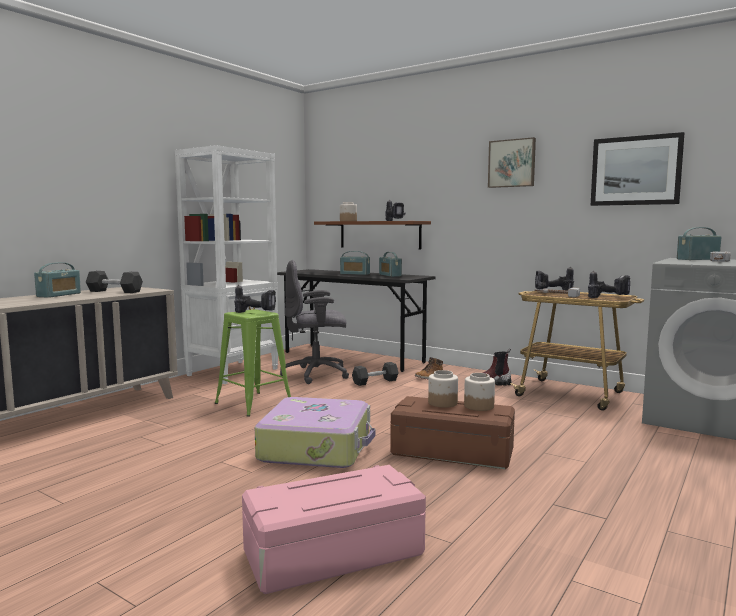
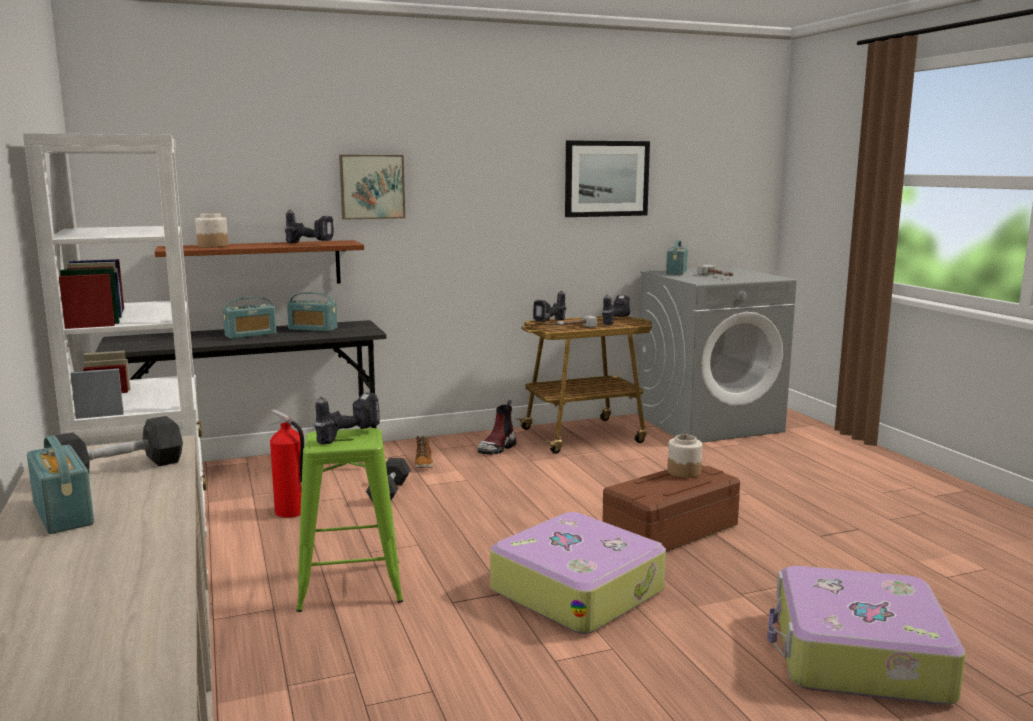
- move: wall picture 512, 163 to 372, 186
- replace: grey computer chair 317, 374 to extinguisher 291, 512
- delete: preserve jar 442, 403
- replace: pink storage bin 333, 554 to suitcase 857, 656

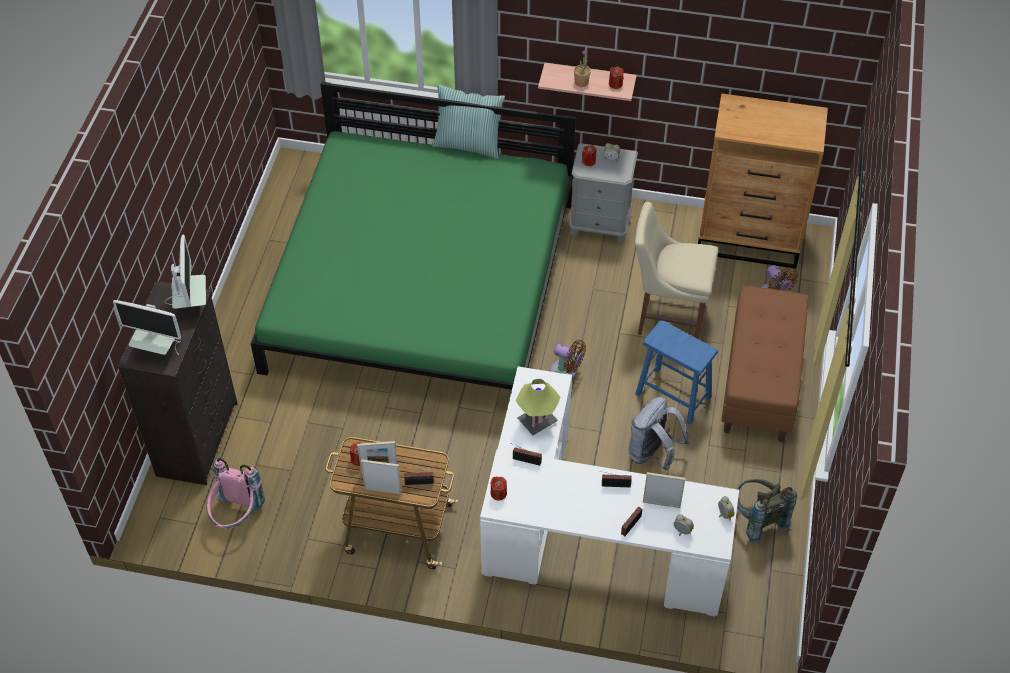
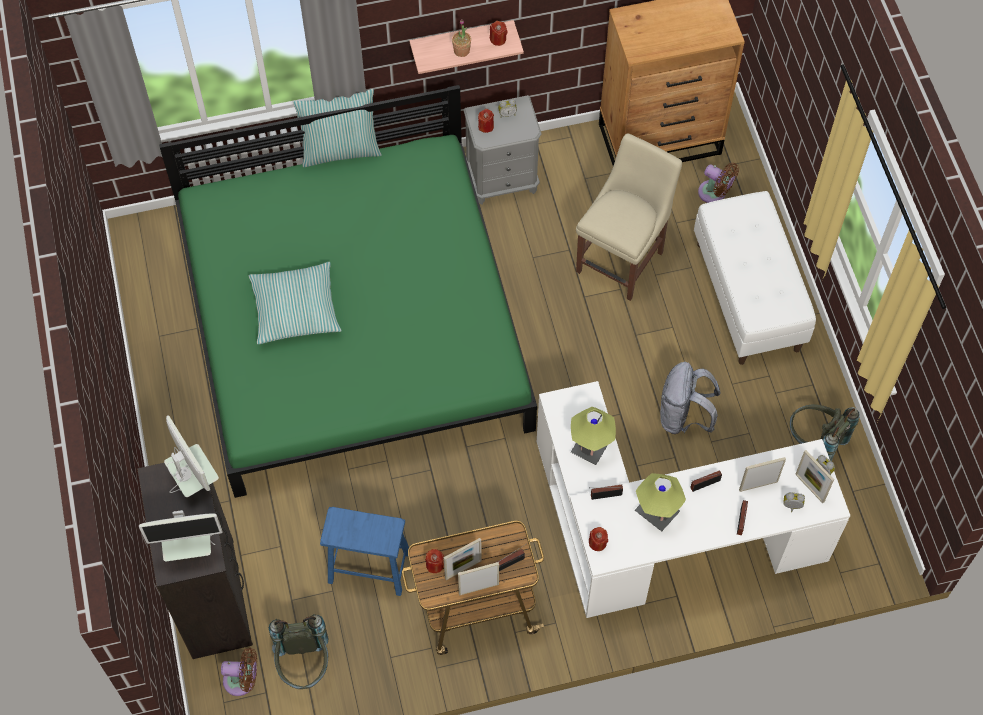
- rotate: sand-coloured chair 667, 316 = 622, 259 135 degrees clockwise
- recolor: brown bench 760, 383 to white-coloured bench 748, 296
- move: bluish sitting stool 673, 395 to 369, 566
- move: brown cooling fan 566, 372 to 242, 681
- recolor: pink backpack 236, 516 to grey backpack 304, 665
- insert: throw pillow 295, 309
- insert: picture frame 809, 488
- insert: table lamp 657, 512

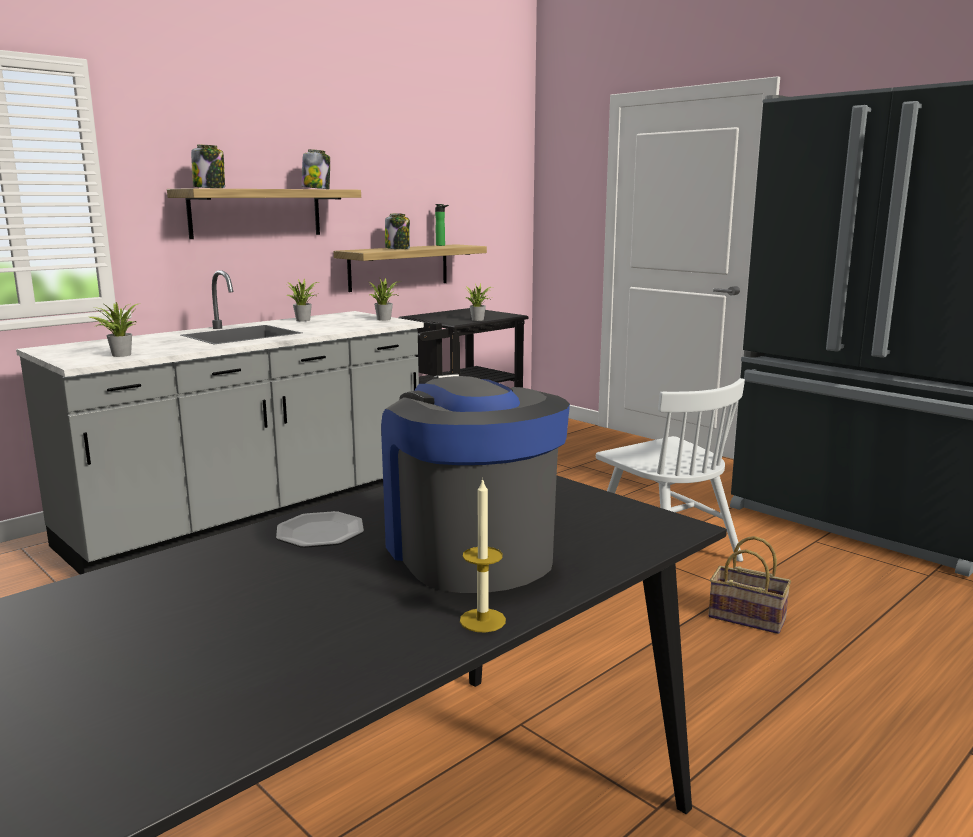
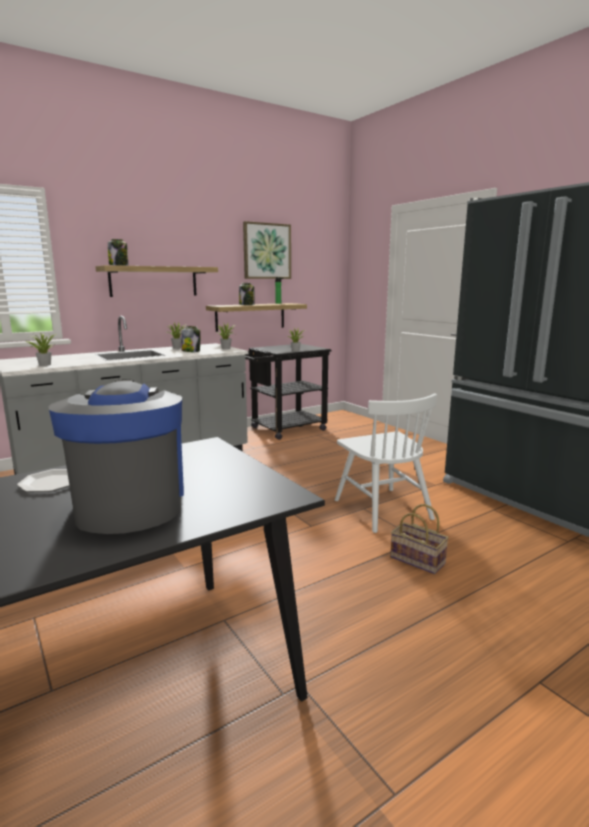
- move: preserve jar 316, 189 to 191, 351
- delete: wax light 482, 620
- insert: wall picture 267, 251

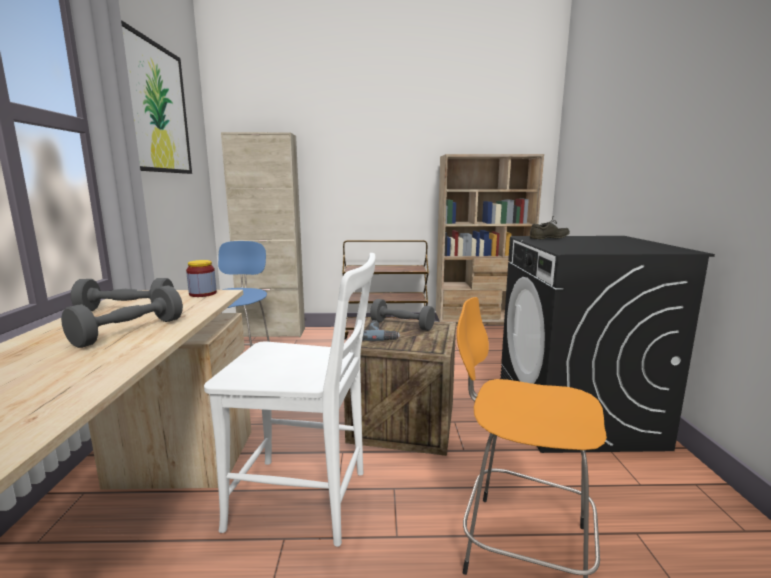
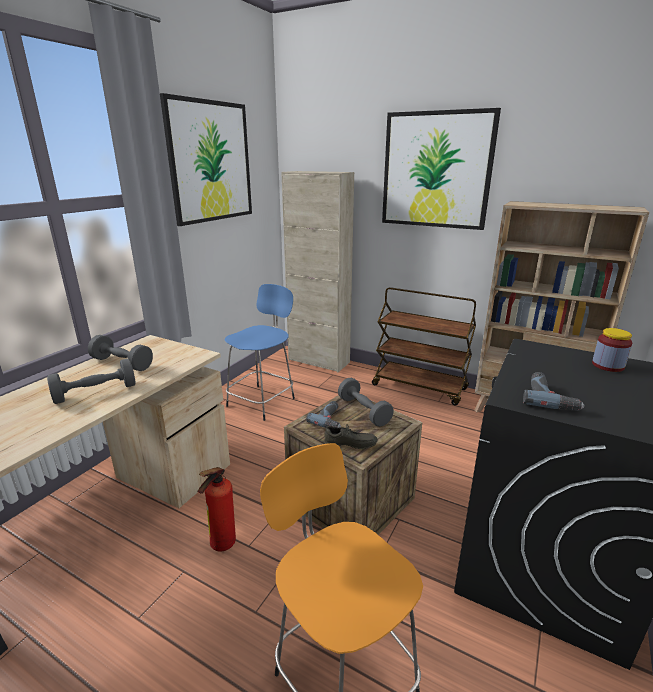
- move: grey shoe 550, 238 to 350, 444
- replace: white-coloured chair 306, 500 to extinguisher 220, 546
- move: preserve jar 203, 294 to 607, 365
- insert: wall picture 436, 170
- insert: power drill 549, 397

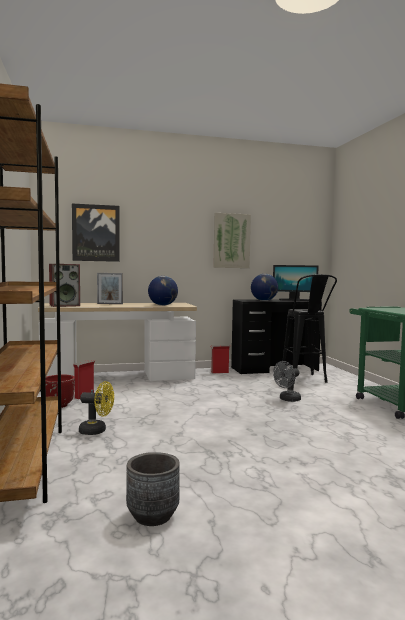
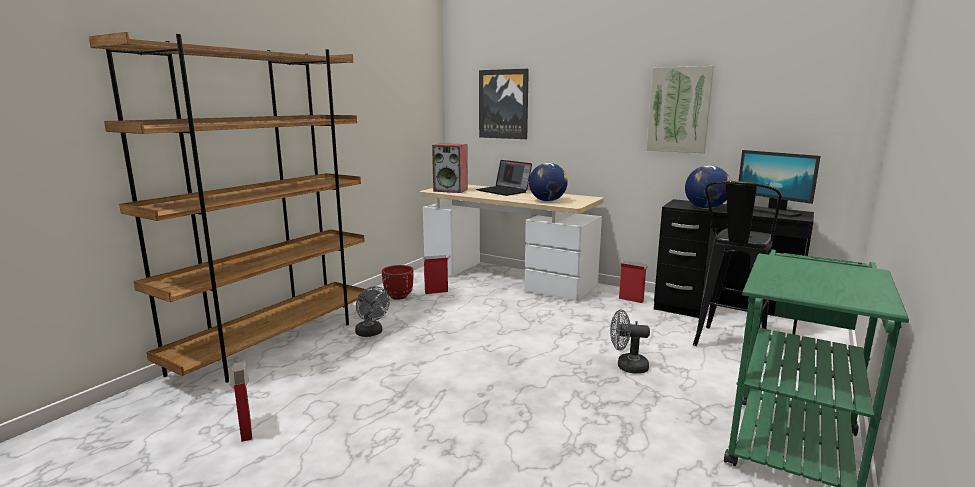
- replace: picture frame 110, 304 to notebook computer 504, 191
- recolor: yellow-coloured cooling fan 97, 431 to grey cooling fan 371, 333
- replace: grey flower pot 153, 515 to cardboard box 246, 429

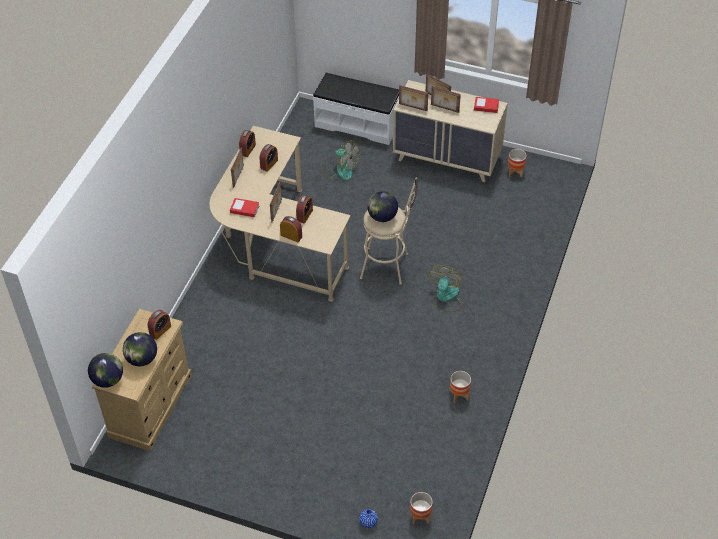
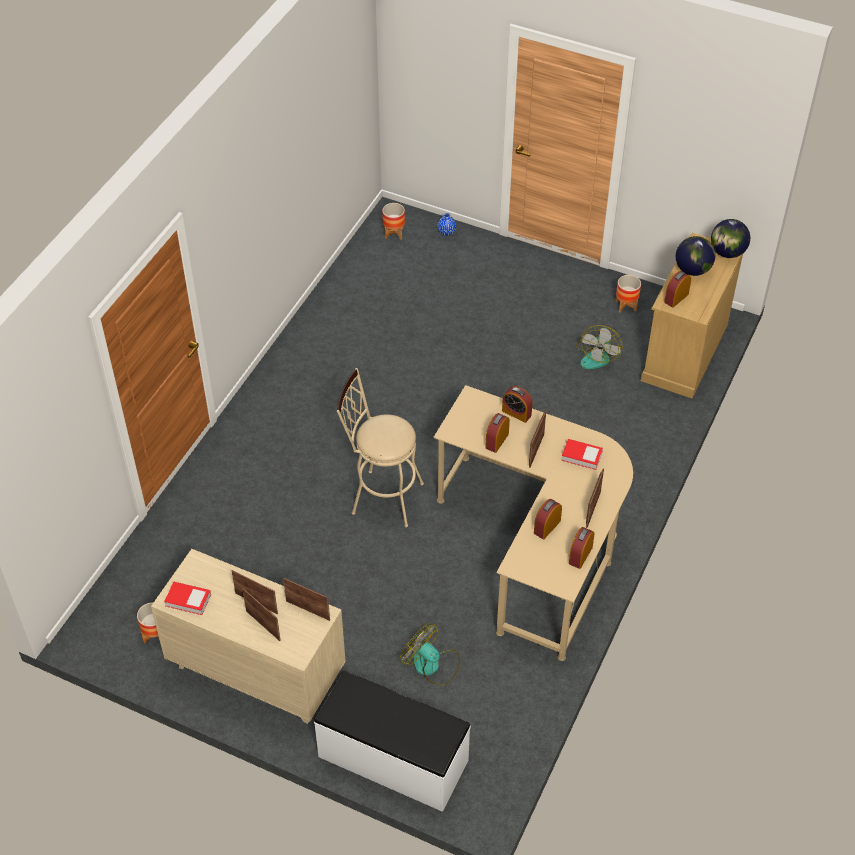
- delete: desk globe 382, 217
- move: cooling fan 446, 298 to 597, 355
- move: flower pot 459, 395 to 626, 305

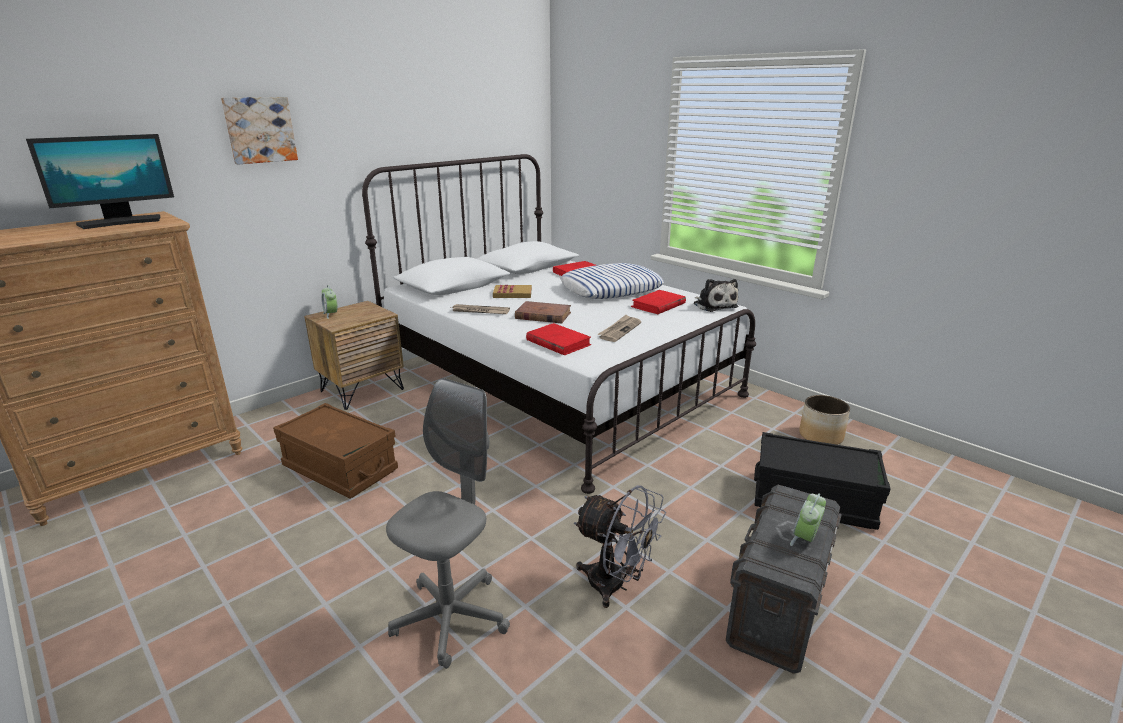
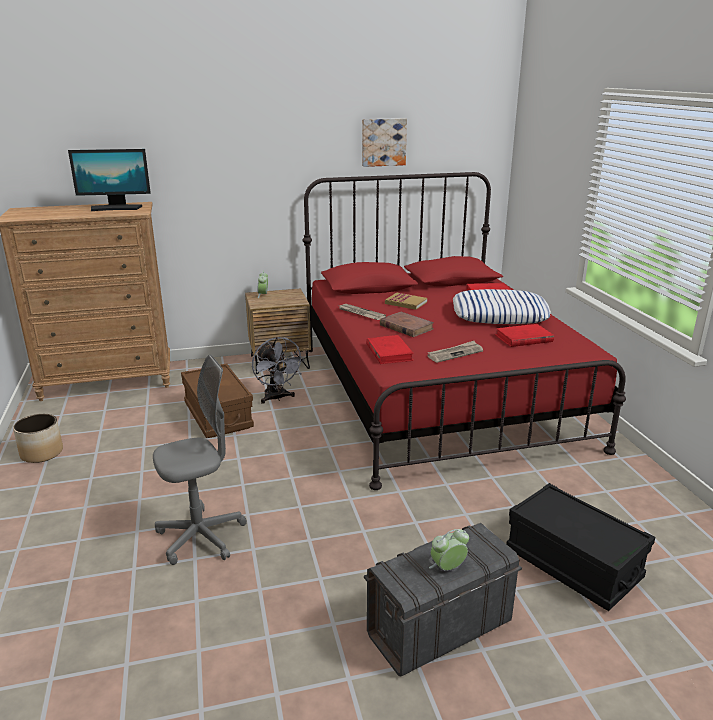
- move: wall picture 259, 130 to 383, 142
- recolor: white-coloured sleeping bed 557, 383 to red sleeping bed 437, 394
- delete: soft toy 714, 305
- move: flower pot 821, 436 to 42, 453
- move: grey cooling fan 616, 585 to 277, 398

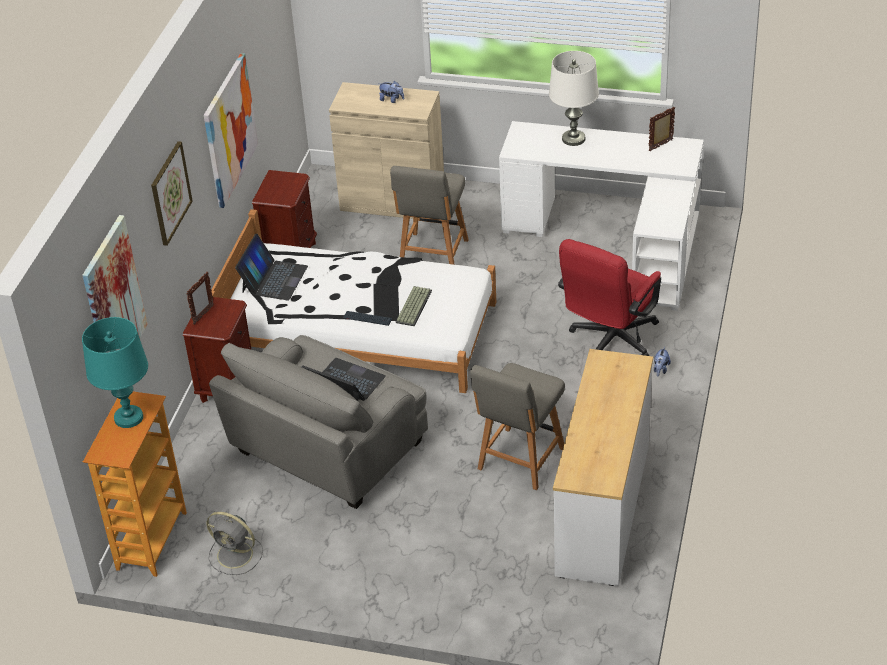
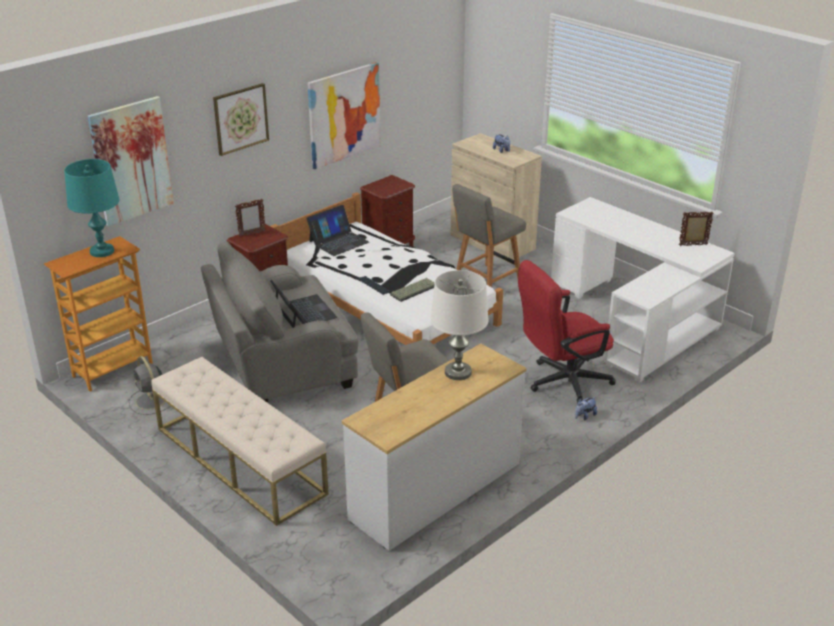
- move: white-coloured table lamp 573, 139 to 458, 372
- insert: sand-coloured bench 239, 460

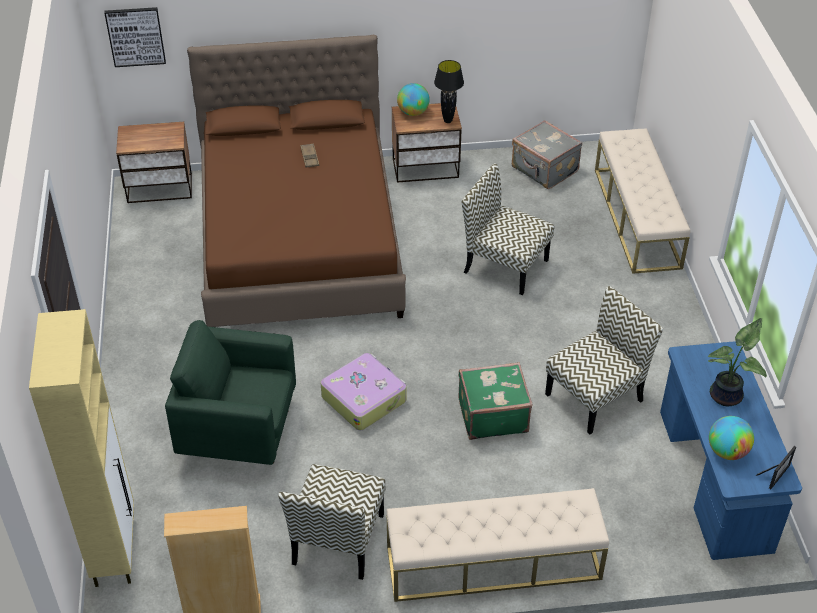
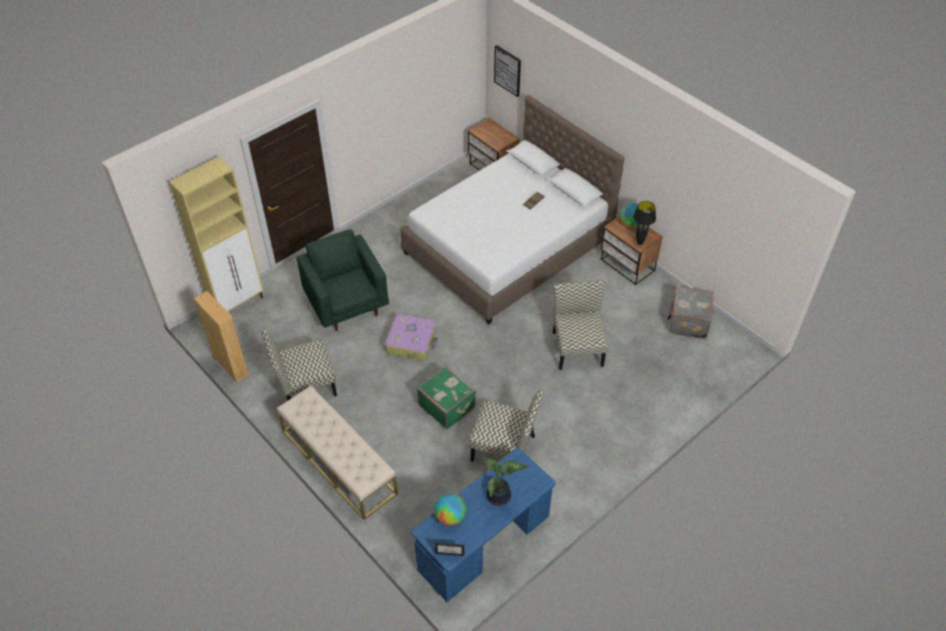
- recolor: brown sleeping bed 300, 241 to white-coloured sleeping bed 508, 246
- delete: sand-coloured bench 637, 218

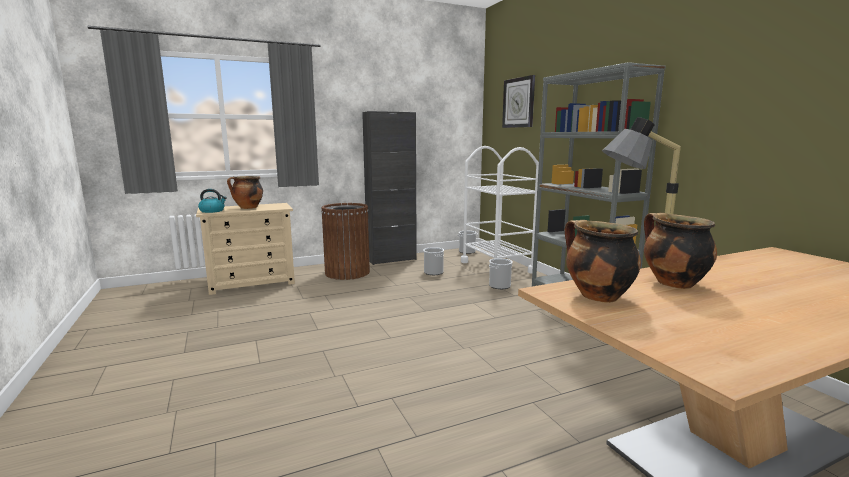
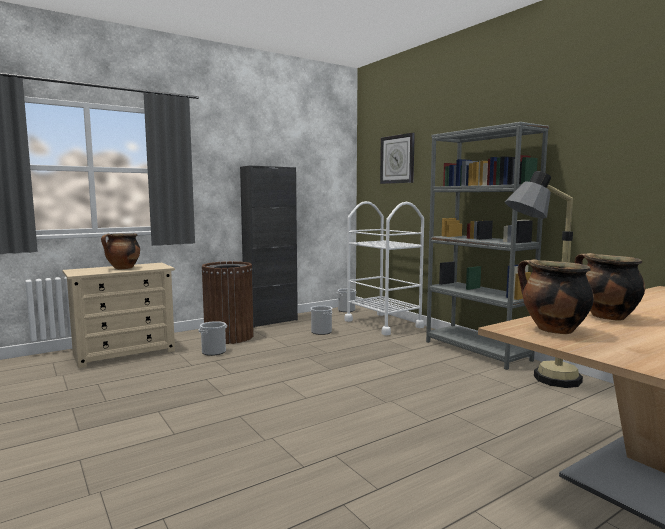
- delete: tea kettle 212, 211
- move: bucket 499, 286 to 214, 352

